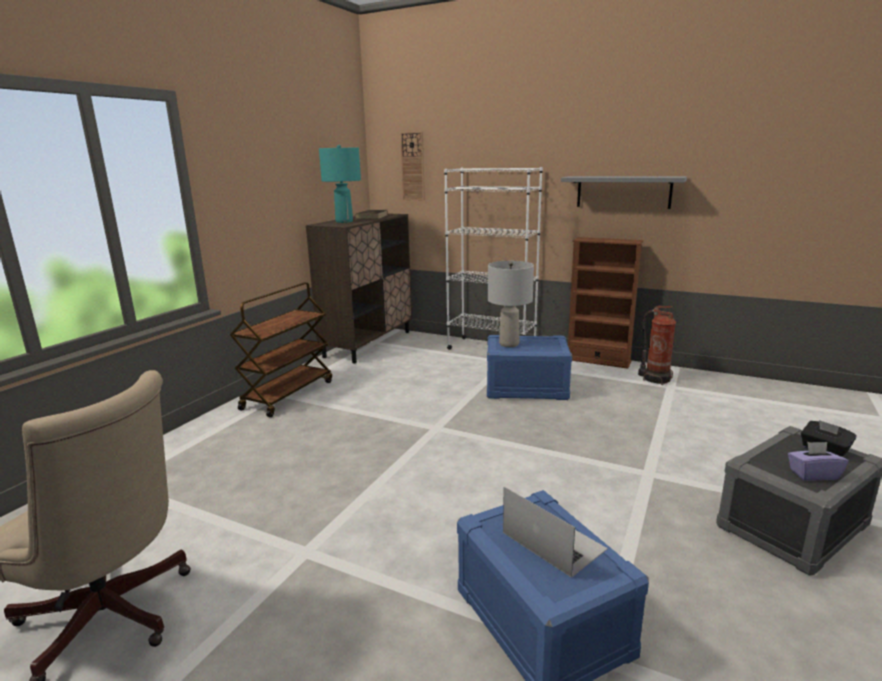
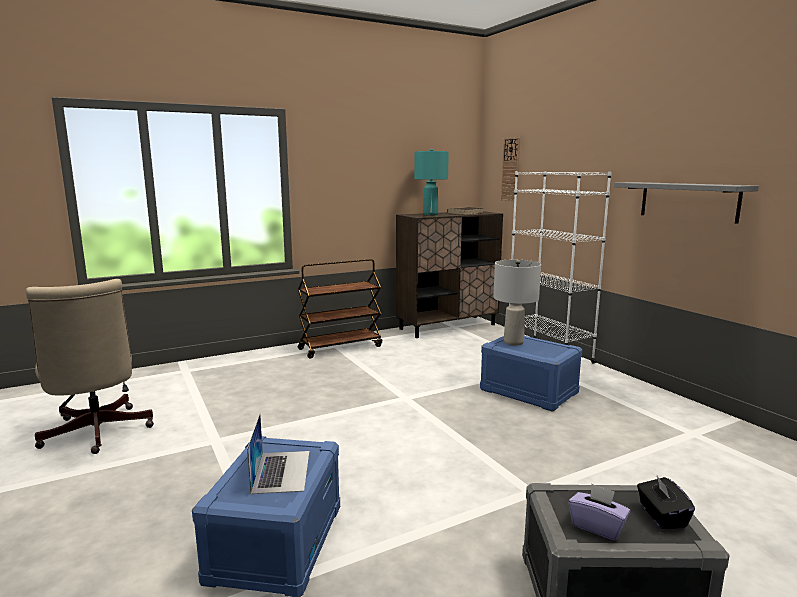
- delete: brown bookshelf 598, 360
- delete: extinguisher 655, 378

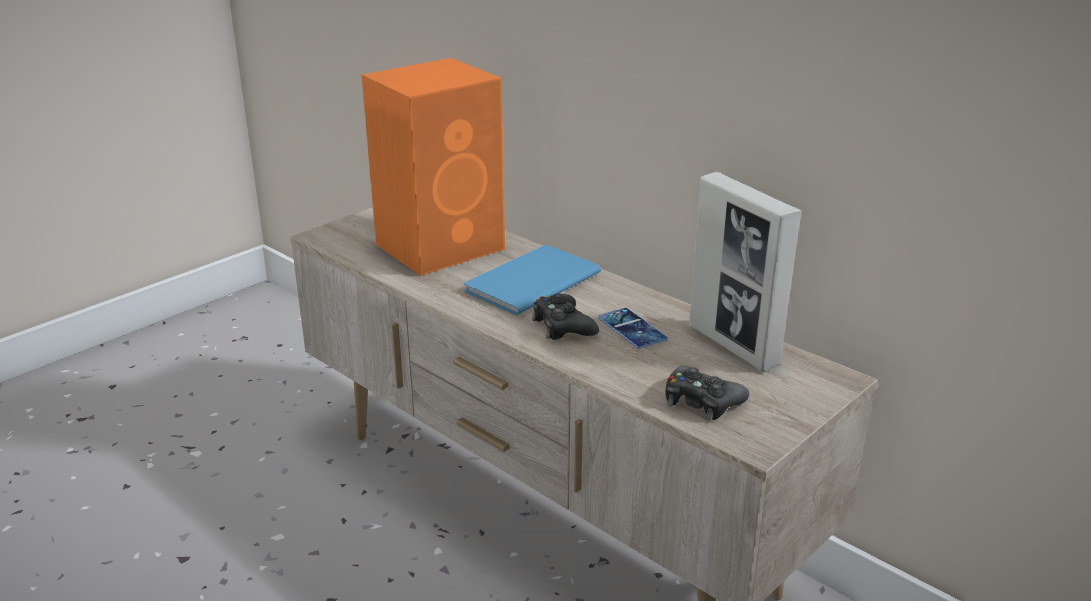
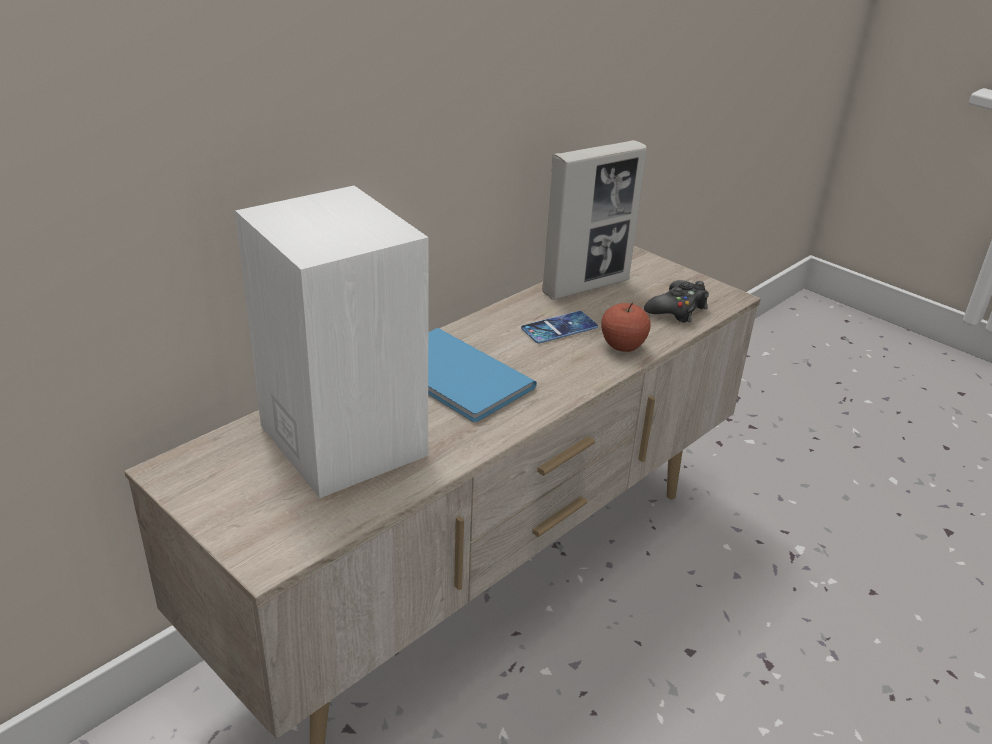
- recolor: orange loudspeaker 442, 246 to white-coloured loudspeaker 341, 438
- delete: black game controller 562, 326
- insert: apple fruit 622, 346

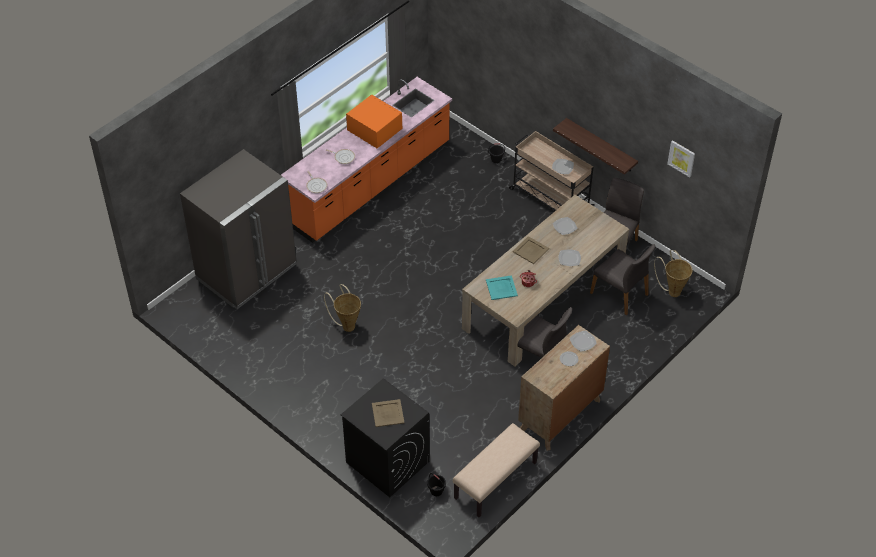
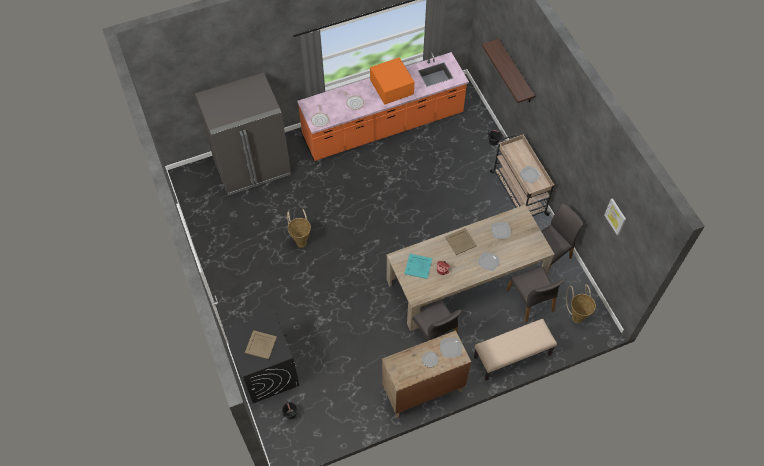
- move: shelf 601, 145 to 515, 72
- move: sand-coloured bench 495, 481 to 512, 356

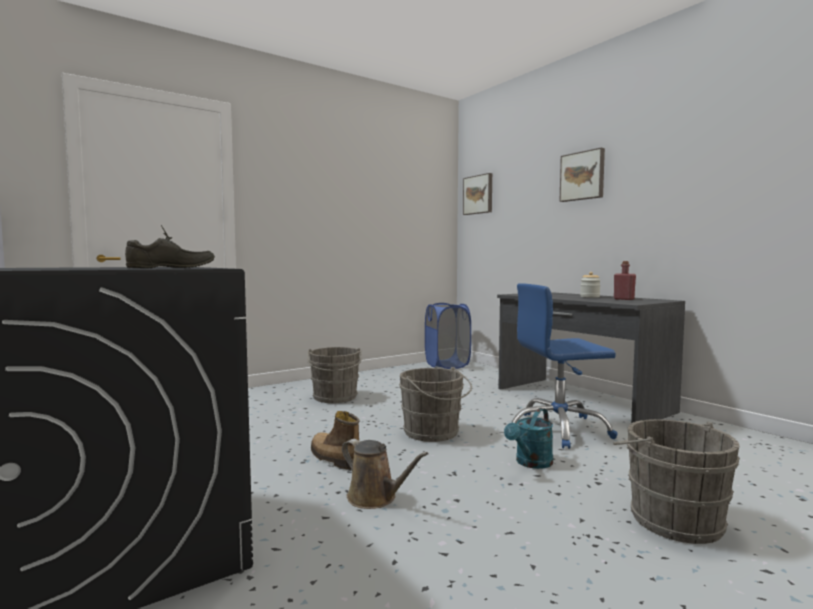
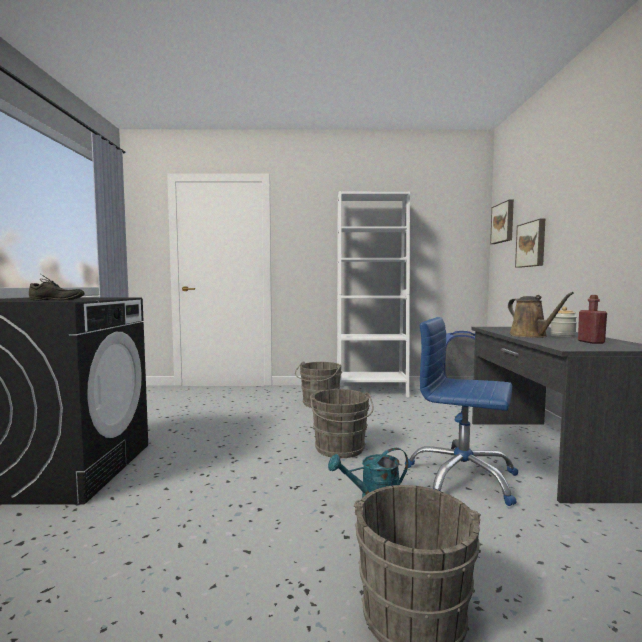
- move: wall picture 582, 176 to 532, 244
- delete: boot 334, 458
- move: brown watering can 375, 498 to 531, 336
- insert: white-coloured bookshelf 371, 391

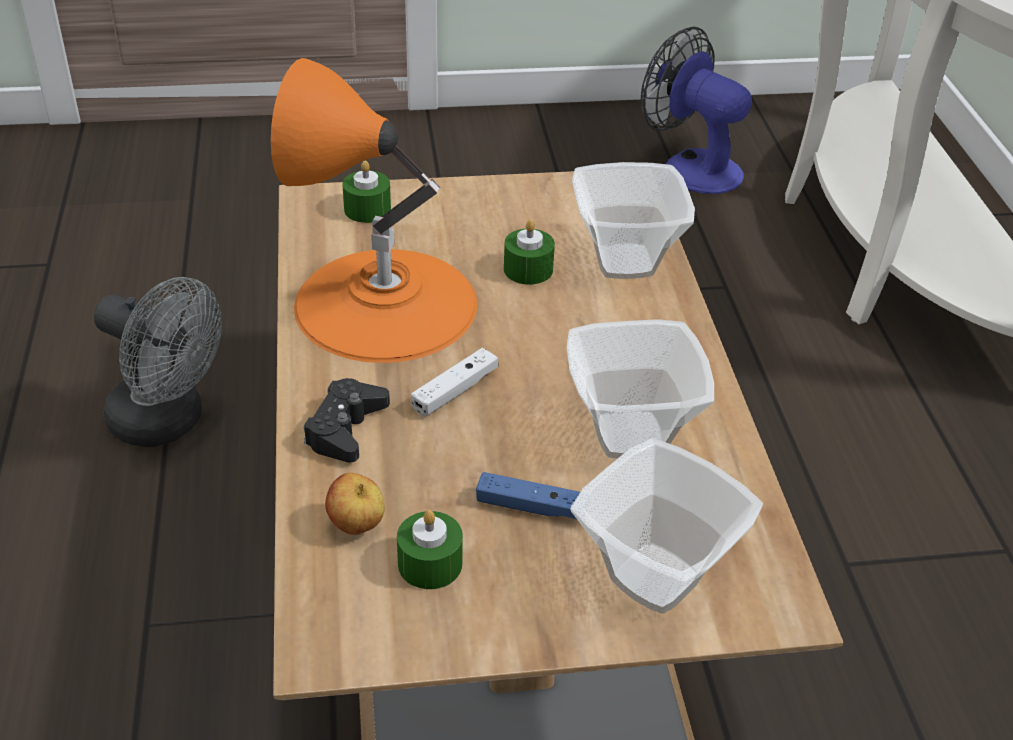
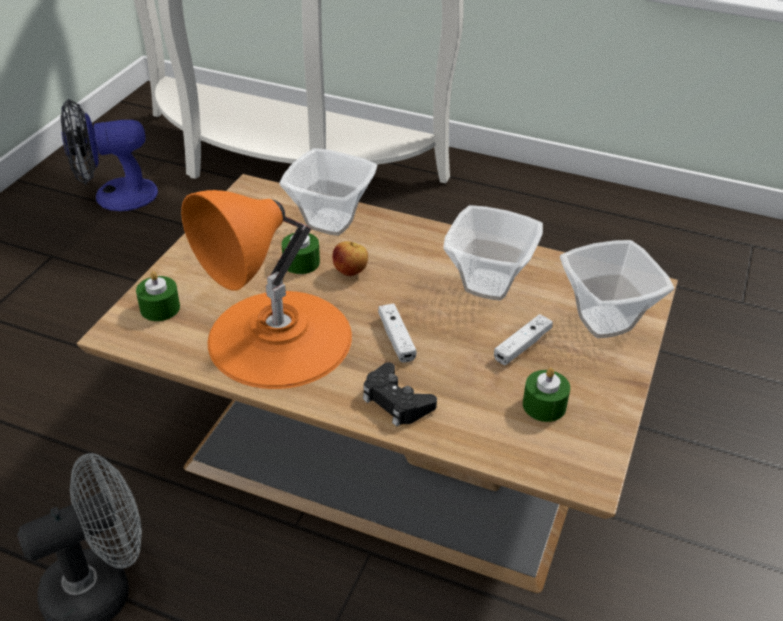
- recolor: bluish game controller 532, 507 to white-coloured game controller 522, 346
- move: apple fruit 357, 526 to 351, 272

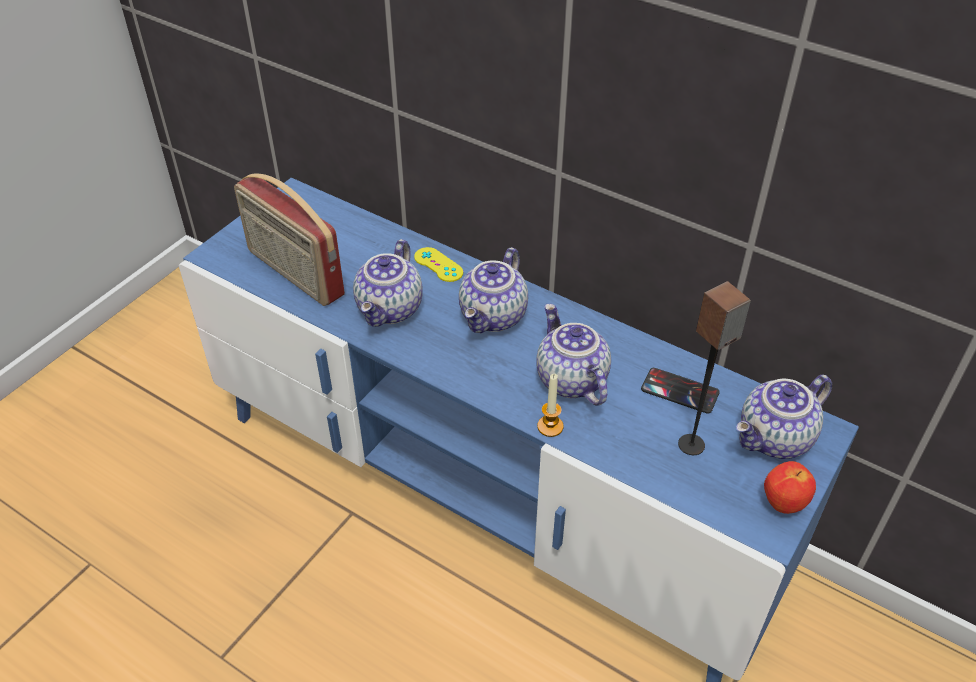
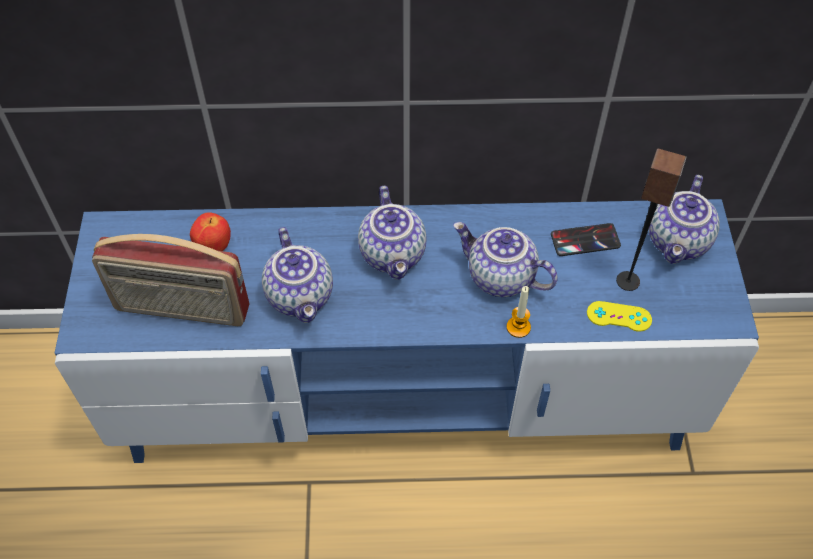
- move: yellow-coloured game controller 438, 265 to 619, 316
- move: apple fruit 783, 503 to 214, 247

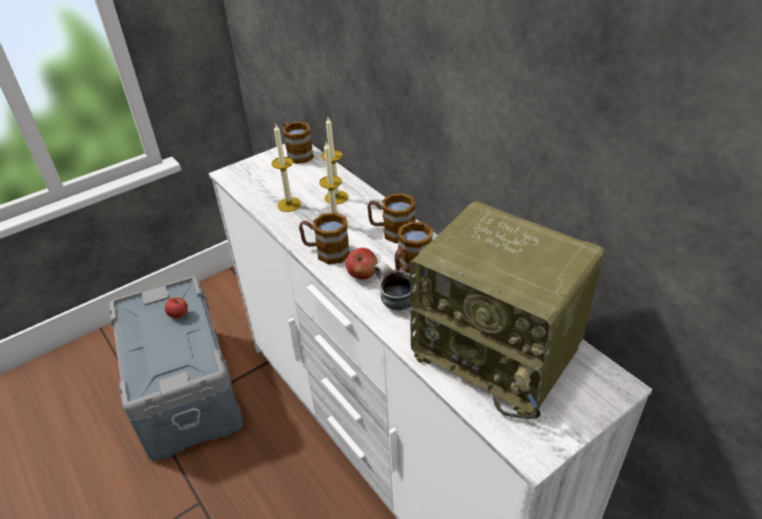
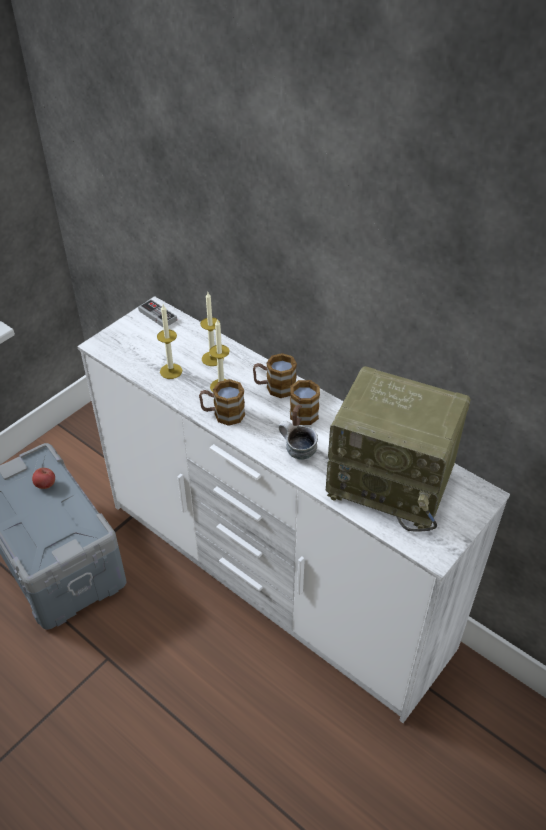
- replace: tea mug 297, 153 to game controller 157, 315
- delete: apple fruit 362, 275

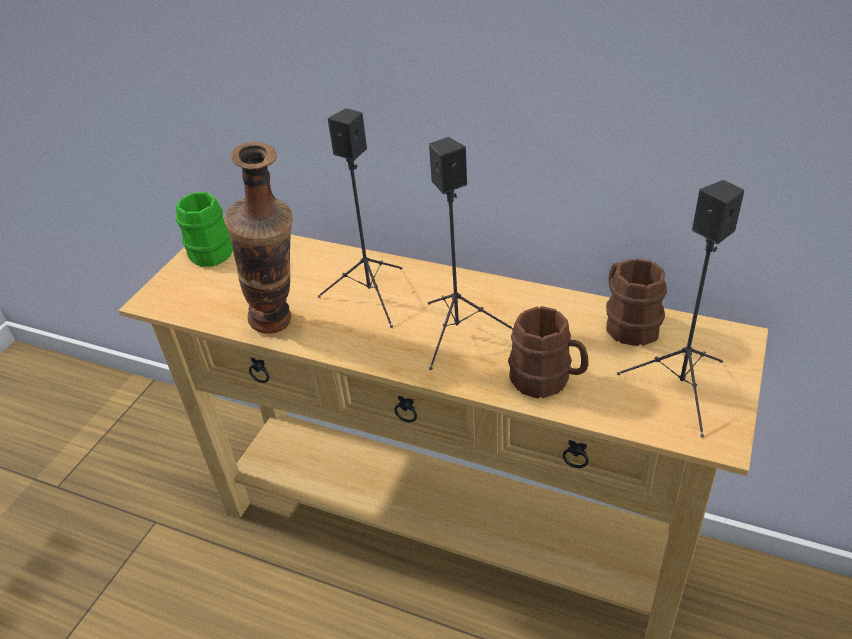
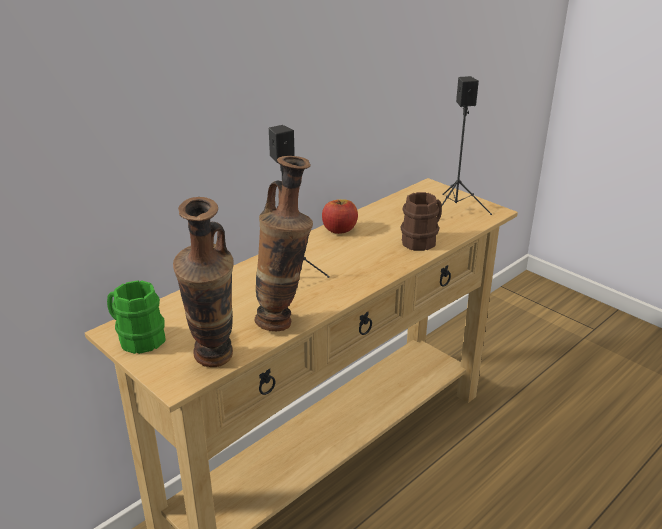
- delete: black loudspeaker 459, 332
- delete: brown tea mug 627, 323
- insert: decorative vase 214, 364
- insert: apple fruit 339, 229

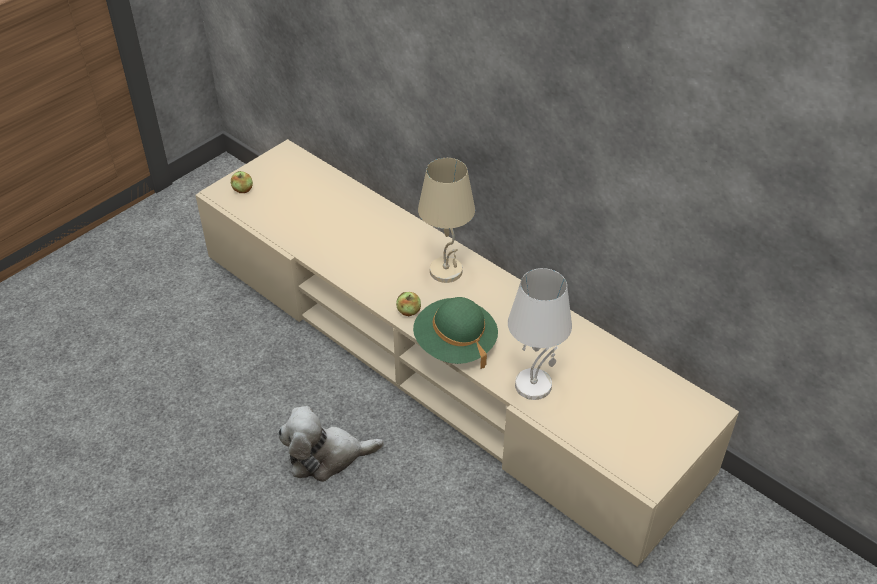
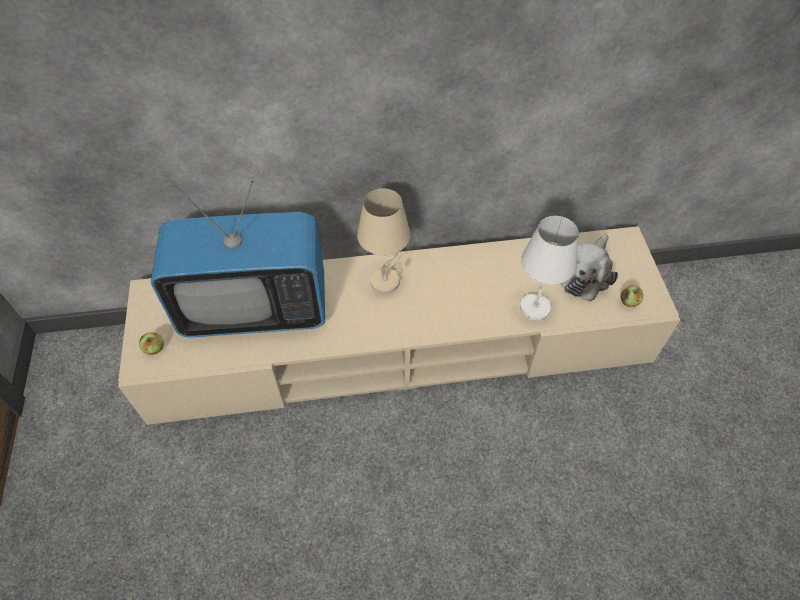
- move: apple fruit 408, 311 to 629, 302
- delete: greenish wearable hat 455, 344
- move: soft toy 326, 456 to 585, 274
- insert: TV set 255, 309

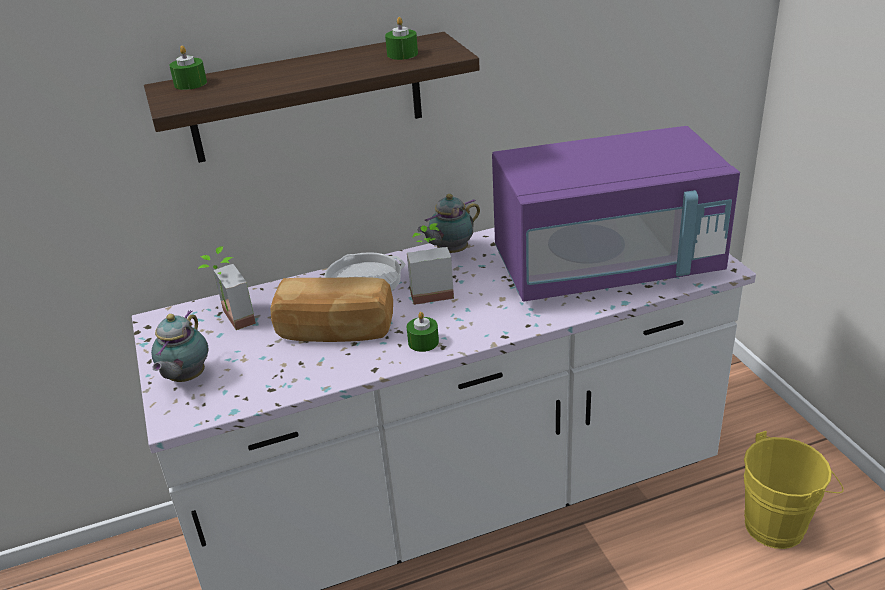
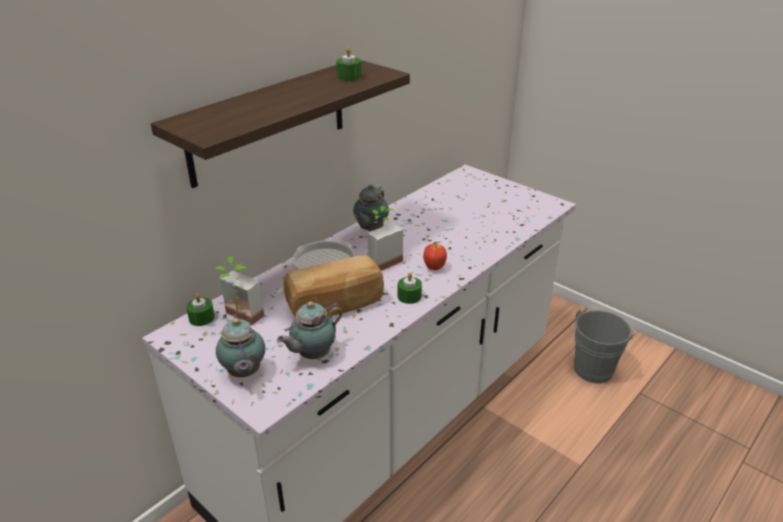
- move: greenish wax light 190, 83 to 201, 318
- delete: purplish microwave oven 606, 267
- recolor: yellow-coloured bucket 780, 524 to grey bucket 595, 368
- insert: apple fruit 434, 267
- insert: teapot 312, 355

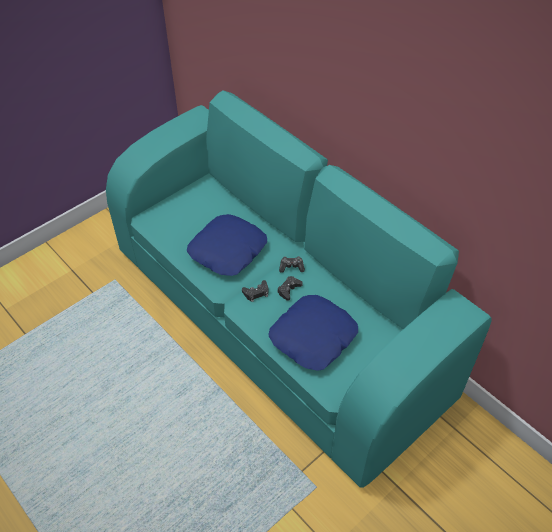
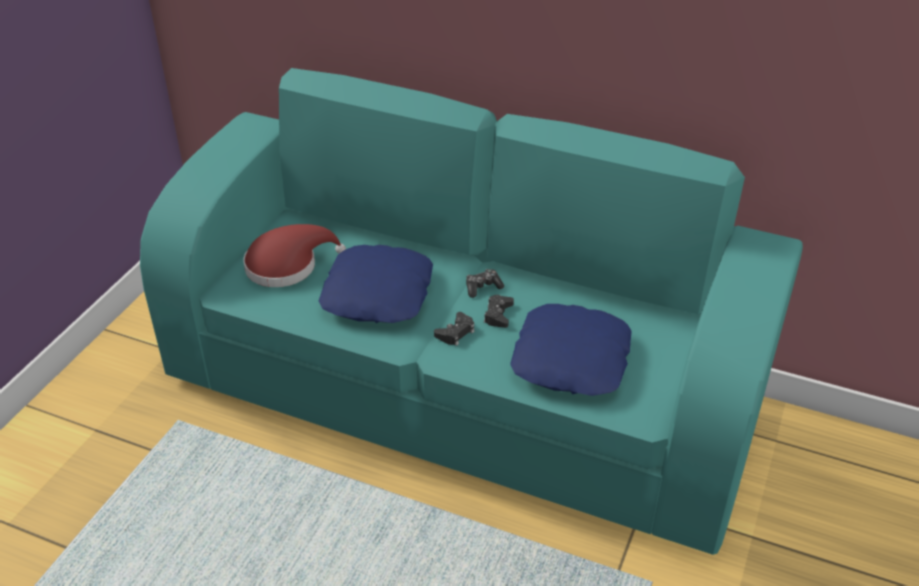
- insert: red wearable hat 287, 265

